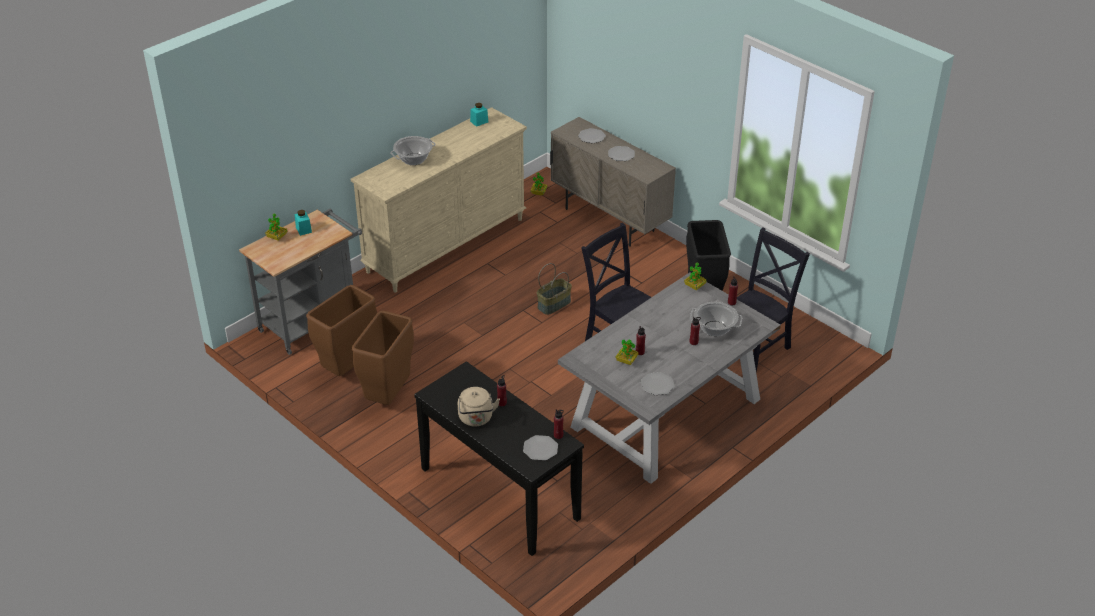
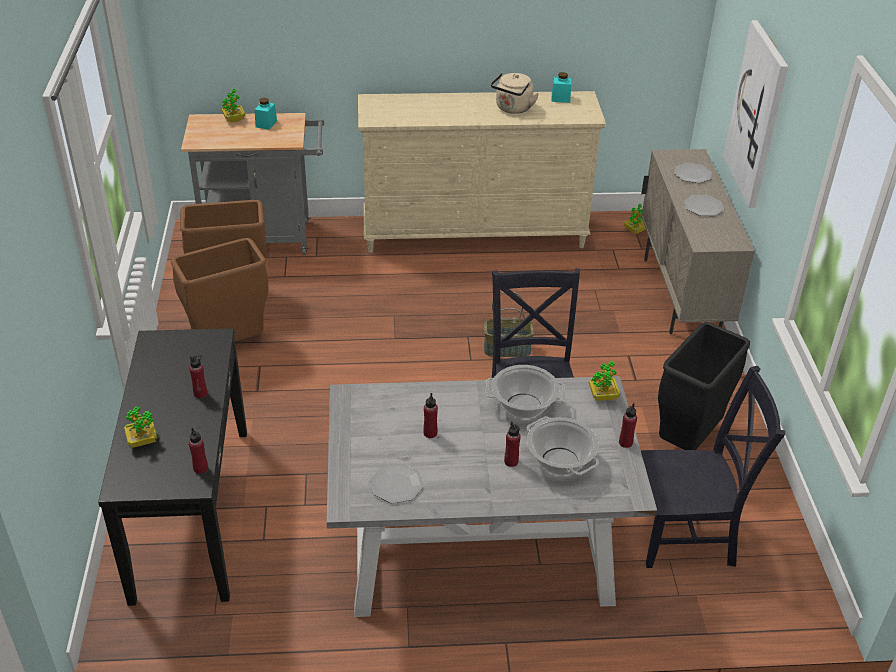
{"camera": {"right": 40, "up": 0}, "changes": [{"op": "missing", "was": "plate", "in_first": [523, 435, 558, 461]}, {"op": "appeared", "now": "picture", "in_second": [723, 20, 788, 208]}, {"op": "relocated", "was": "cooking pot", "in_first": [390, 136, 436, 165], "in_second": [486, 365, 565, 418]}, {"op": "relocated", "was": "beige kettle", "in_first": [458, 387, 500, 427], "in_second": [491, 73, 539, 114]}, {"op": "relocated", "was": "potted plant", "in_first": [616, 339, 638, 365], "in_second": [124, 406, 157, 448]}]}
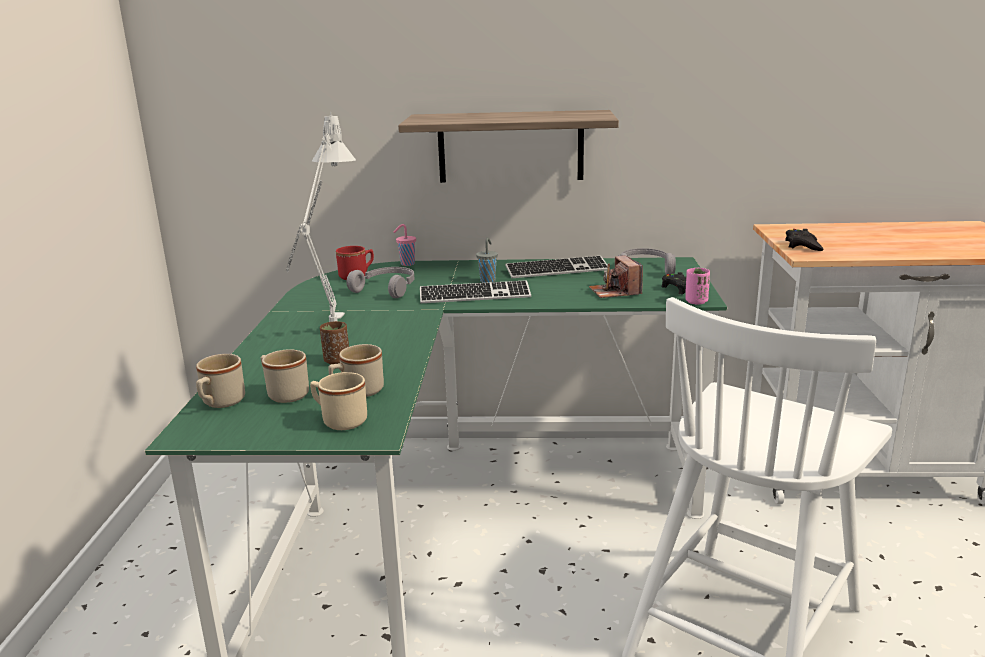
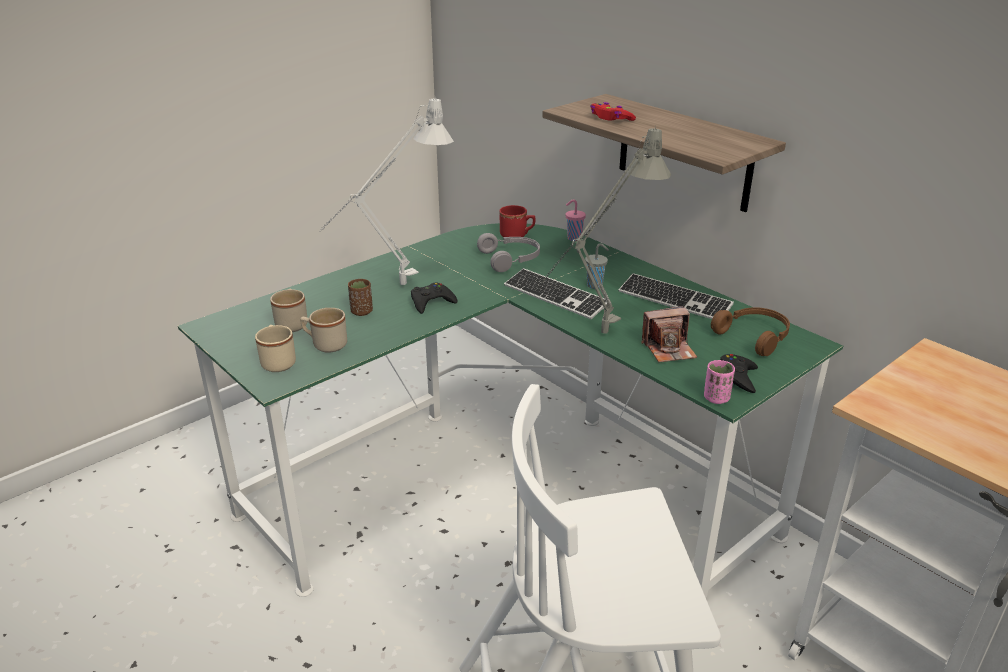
{"camera": {"right": 45, "up": 10}, "changes": [{"op": "missing", "was": "beige mug", "in_first": [196, 354, 245, 408]}, {"op": "appeared", "now": "grey table lamp", "in_second": [542, 126, 671, 333]}, {"op": "appeared", "now": "red game controller", "in_second": [590, 102, 636, 121]}, {"op": "relocated", "was": "black game controller", "in_first": [785, 229, 824, 251], "in_second": [411, 283, 457, 314]}, {"op": "colour", "was": "grey headphones", "now": "brown headphones", "in_first": [618, 248, 676, 275], "in_second": [711, 307, 790, 356]}, {"op": "spun", "was": "photo camera", "in_first": [589, 255, 643, 298], "in_second": [641, 306, 697, 362], "clockwise": -135}]}
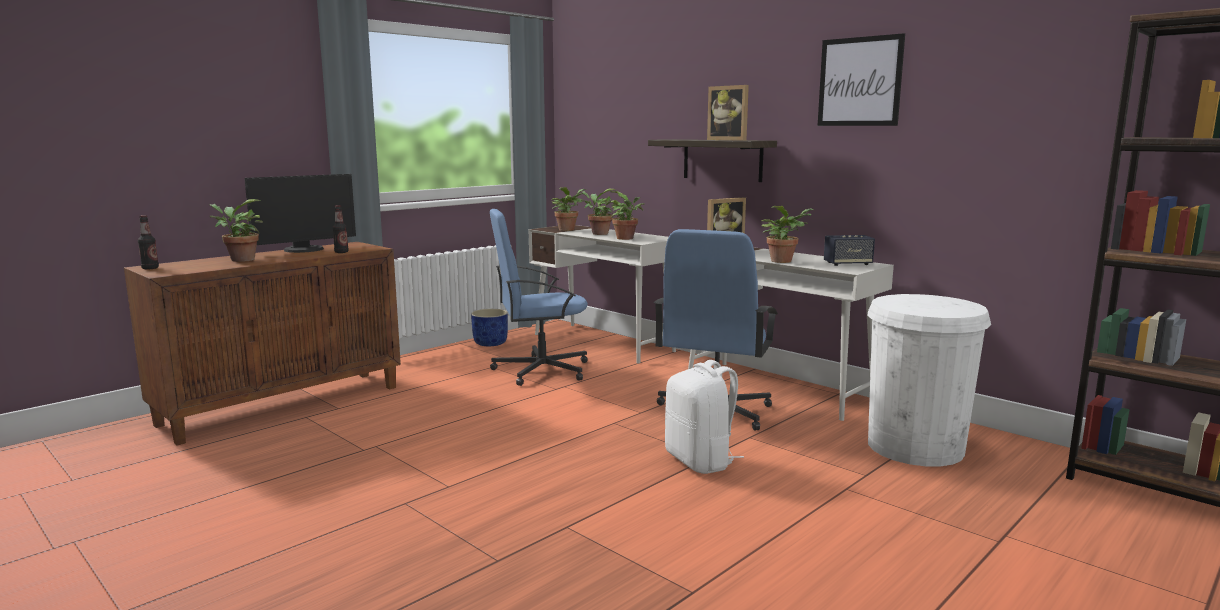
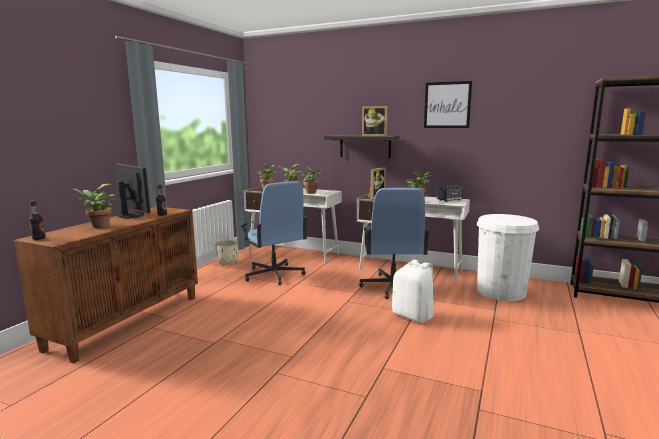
{"camera": {"right": -20, "up": 0}, "changes": [{"op": "colour", "was": "blue planter", "now": "beige planter", "in_first": [471, 309, 508, 346], "in_second": [215, 240, 238, 264]}, {"op": "spun", "was": "monitor", "in_first": [244, 174, 356, 253], "in_second": [115, 163, 150, 218], "clockwise": -75}, {"op": "spun", "was": "blue office chair", "in_first": [490, 209, 588, 386], "in_second": [241, 181, 307, 285], "clockwise": -90}]}
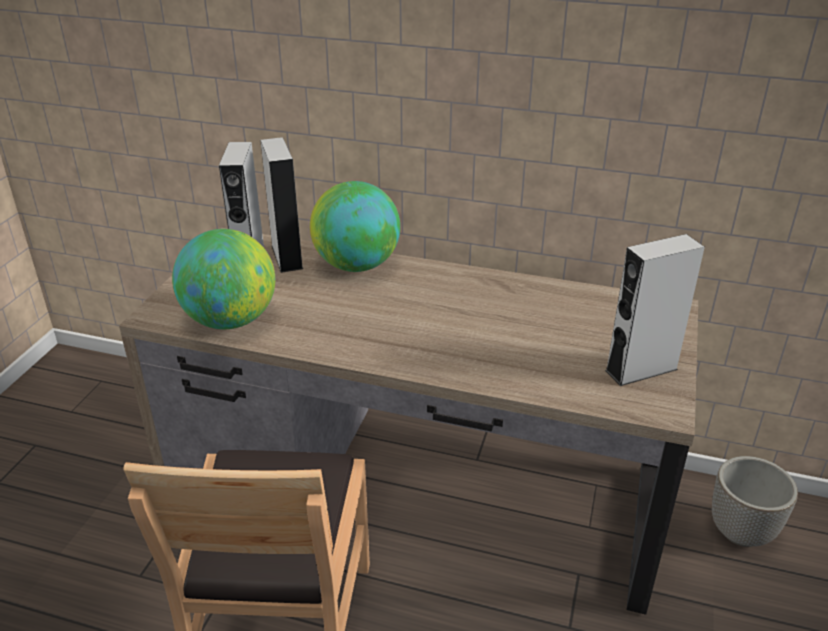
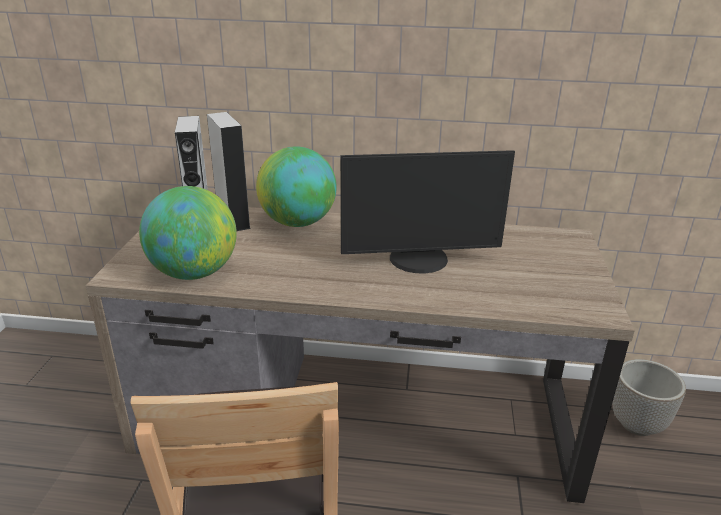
{"camera": {"right": -10, "up": -5}, "changes": [{"op": "missing", "was": "grey speaker", "in_first": [605, 234, 705, 386]}, {"op": "appeared", "now": "monitor", "in_second": [341, 150, 515, 274]}]}
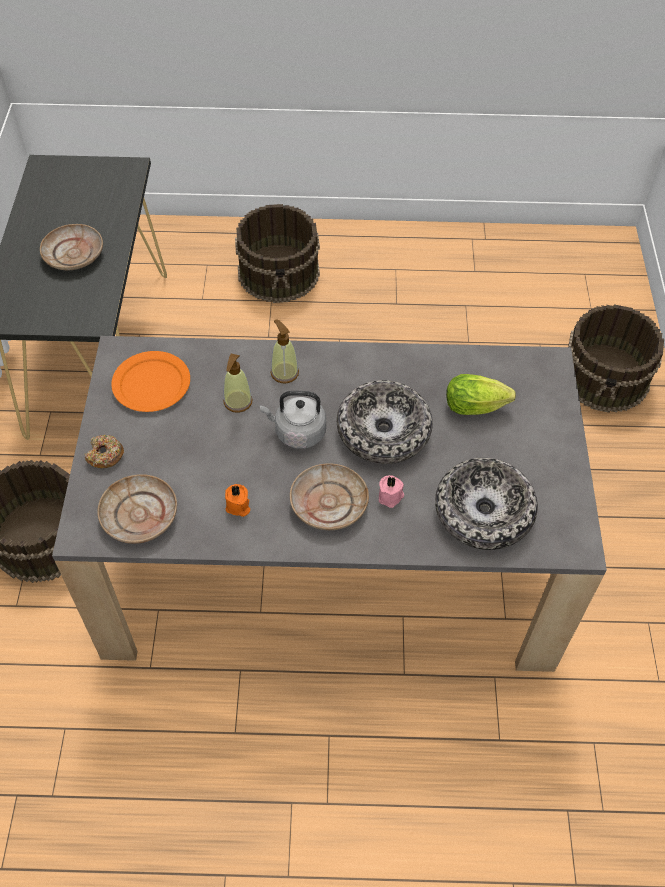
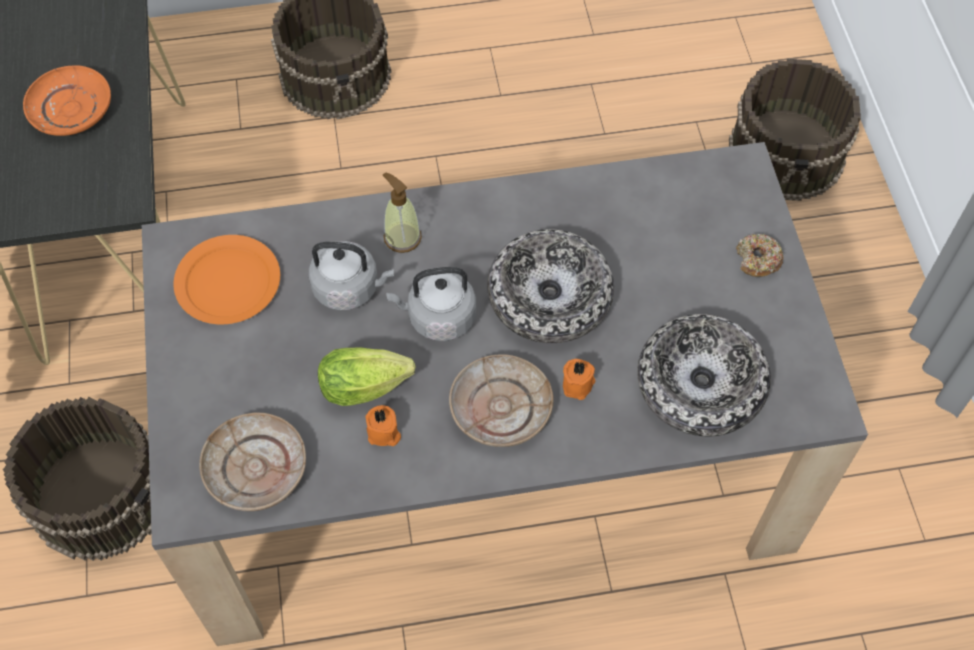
{"camera": {"right": -10, "up": 5}, "changes": [{"op": "relocated", "was": "donut", "in_first": [85, 435, 124, 468], "in_second": [736, 234, 783, 277]}, {"op": "relocated", "was": "lettuce", "in_first": [446, 374, 516, 415], "in_second": [318, 348, 416, 406]}, {"op": "exchanged", "was": "soap dispenser", "now": "grey kettle", "in_first": [223, 354, 253, 413], "in_second": [309, 241, 394, 311]}, {"op": "colour", "was": "beige plate", "now": "orange plate", "in_first": [40, 224, 103, 271], "in_second": [23, 65, 111, 136]}, {"op": "colour", "was": "pink candle", "now": "orange candle", "in_first": [379, 475, 404, 508], "in_second": [563, 359, 596, 400]}]}
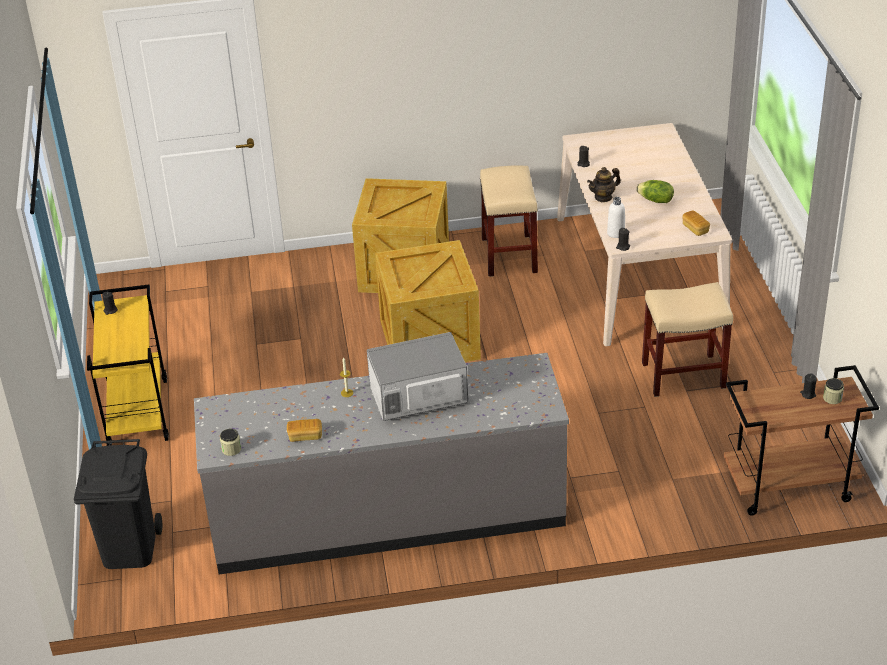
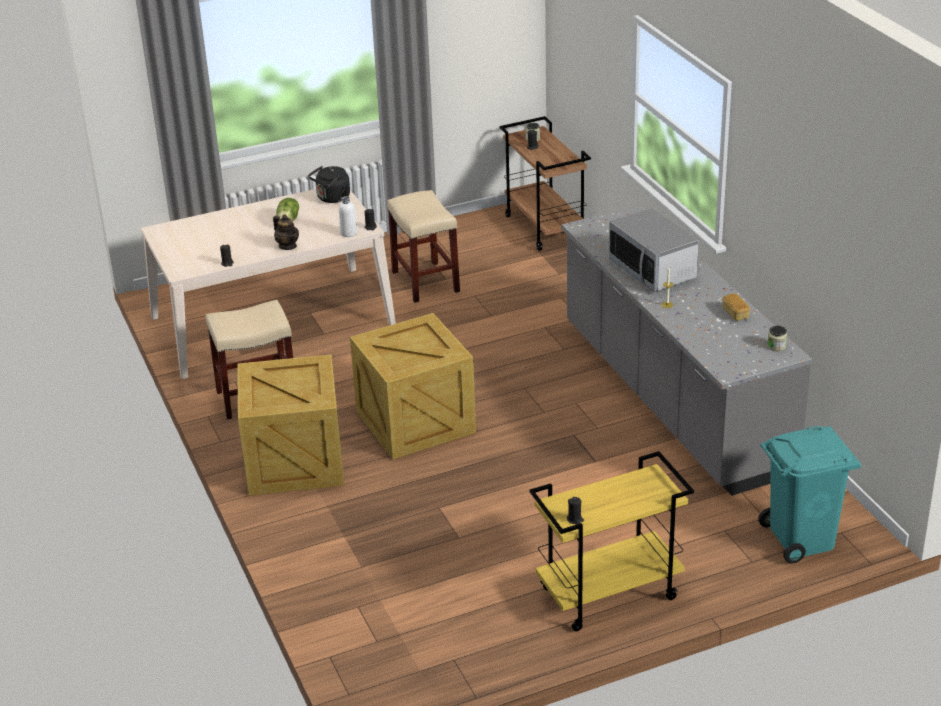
{"camera": {"right": -105, "up": -5}, "changes": [{"op": "exchanged", "was": "bread", "now": "black kettle", "in_first": [683, 210, 710, 236], "in_second": [308, 166, 350, 203]}, {"op": "colour", "was": "black trash can", "now": "turquoise trash can", "in_first": [74, 439, 162, 569], "in_second": [758, 426, 862, 563]}]}
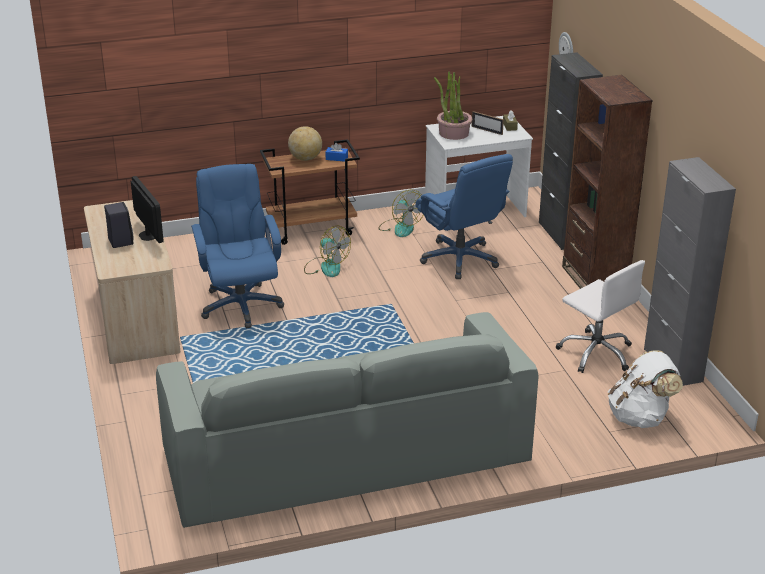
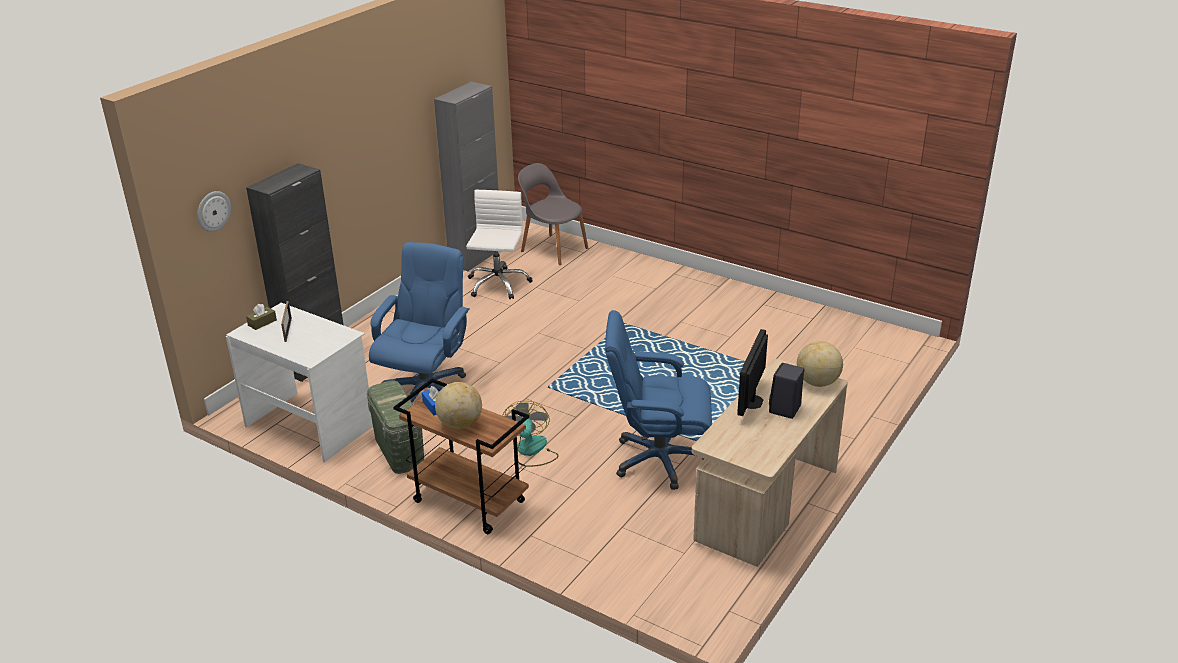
{"camera": {"right": -130, "up": 0}, "changes": [{"op": "missing", "was": "grey sofa", "in_first": [156, 312, 539, 528]}, {"op": "missing", "was": "potted plant", "in_first": [434, 72, 473, 140]}, {"op": "missing", "was": "brown bookcase", "in_first": [562, 75, 653, 289]}, {"op": "appeared", "now": "globe", "in_second": [797, 341, 843, 387]}, {"op": "exchanged", "was": "fan", "now": "green storage box", "in_first": [378, 189, 424, 237], "in_second": [367, 380, 424, 474]}, {"op": "exchanged", "was": "white backpack", "now": "grey chair", "in_first": [608, 350, 683, 428], "in_second": [518, 163, 588, 265]}, {"op": "spun", "was": "blue office chair", "in_first": [191, 164, 284, 328], "in_second": [605, 310, 712, 490], "clockwise": 60}]}
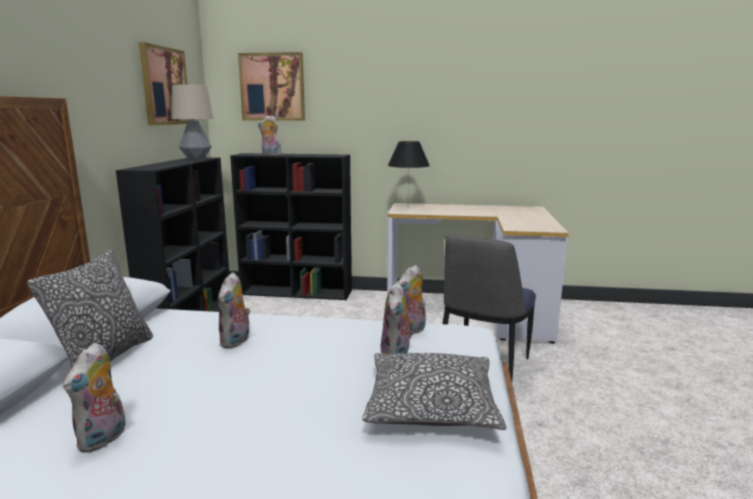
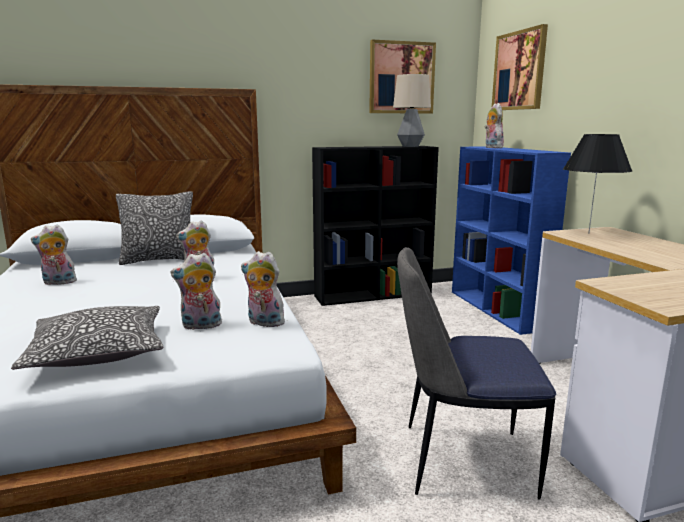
{"camera": {"right": 65, "up": 0}, "changes": [{"op": "colour", "was": "black bookcase", "now": "blue bookcase", "in_first": [230, 153, 352, 300], "in_second": [452, 146, 571, 335]}]}
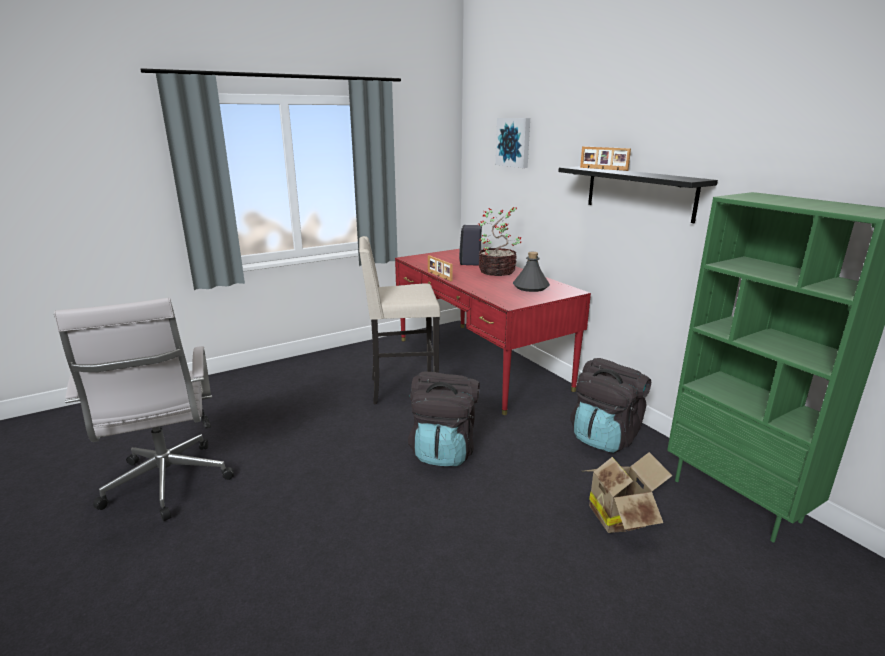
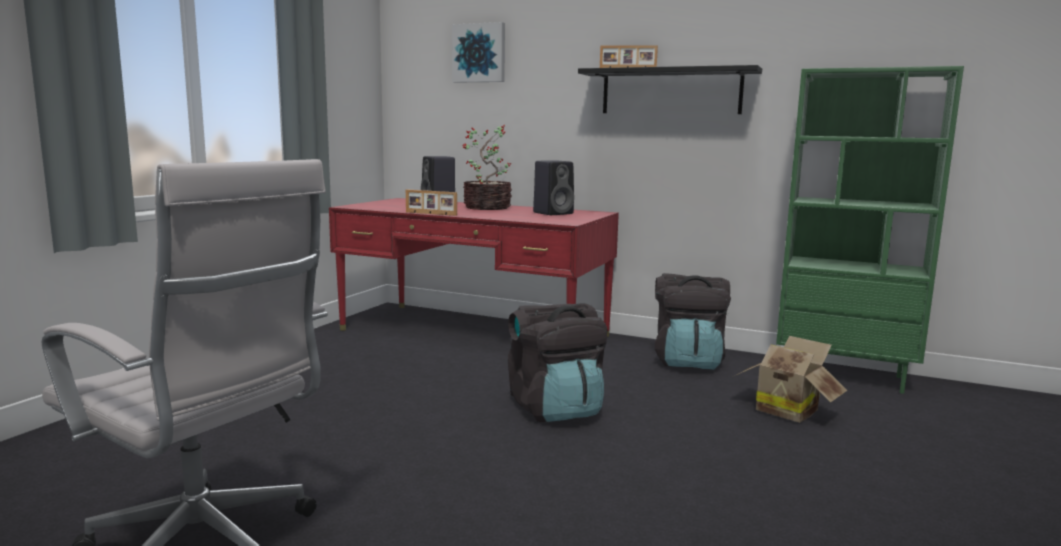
{"camera": {"right": -35, "up": -10}, "changes": [{"op": "missing", "was": "beige stool", "in_first": [359, 236, 440, 404]}, {"op": "exchanged", "was": "grey bottle", "now": "black speaker", "in_first": [513, 252, 550, 292], "in_second": [533, 160, 574, 215]}]}
